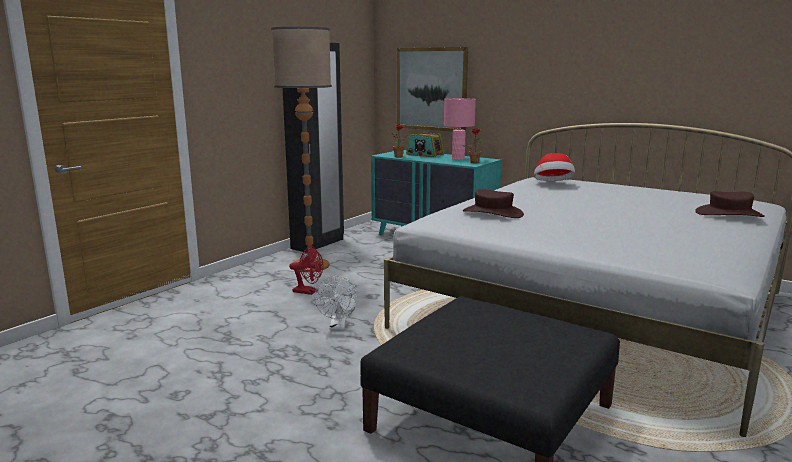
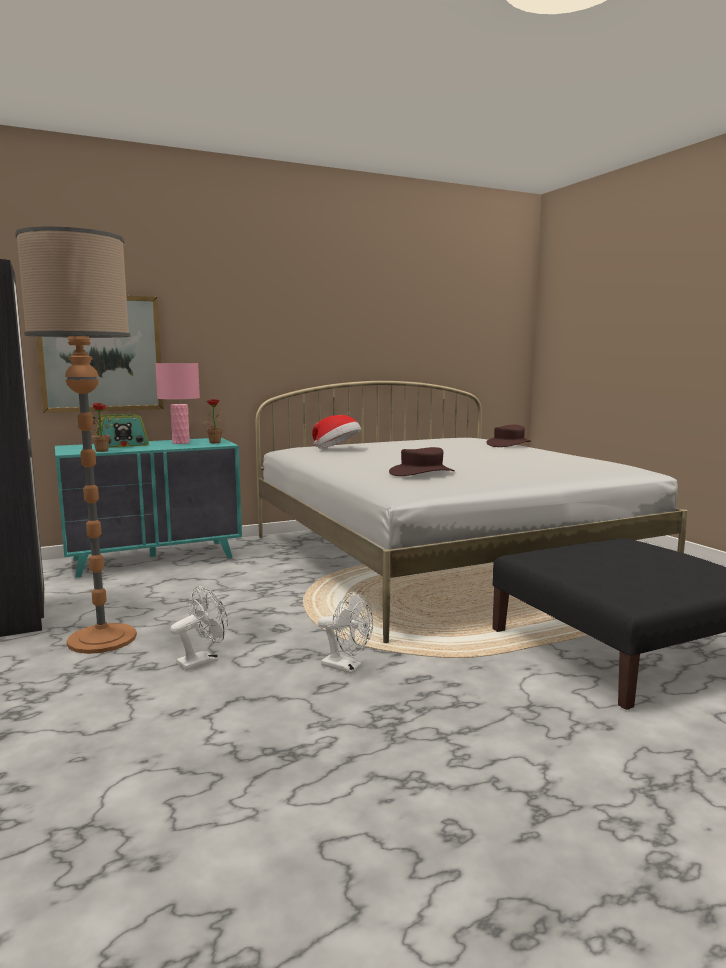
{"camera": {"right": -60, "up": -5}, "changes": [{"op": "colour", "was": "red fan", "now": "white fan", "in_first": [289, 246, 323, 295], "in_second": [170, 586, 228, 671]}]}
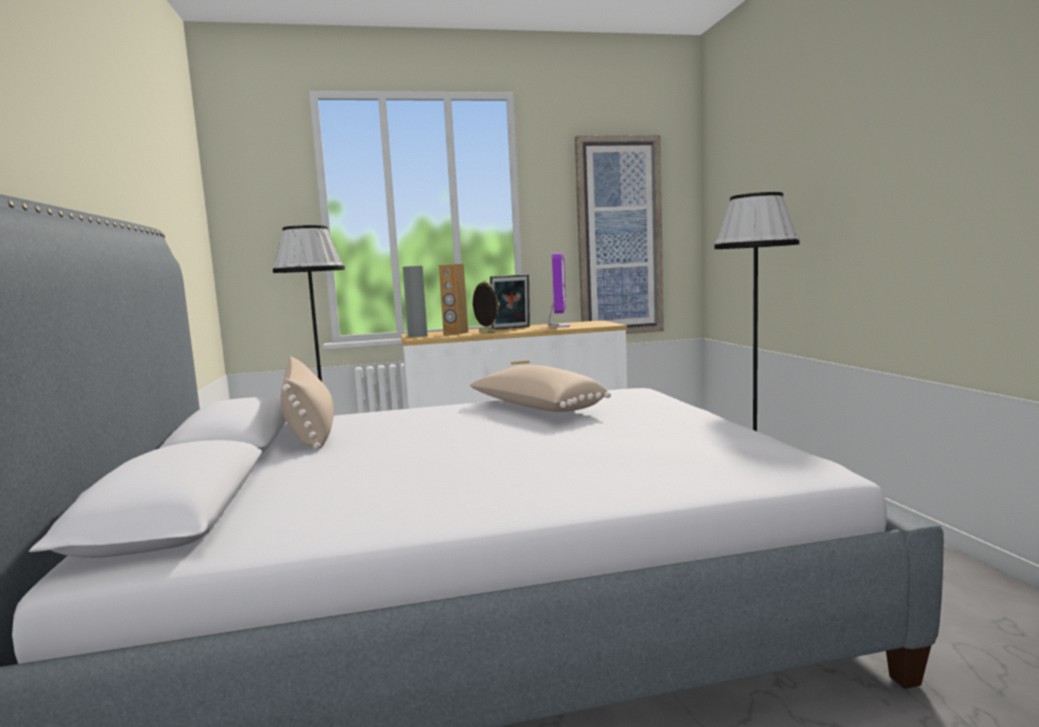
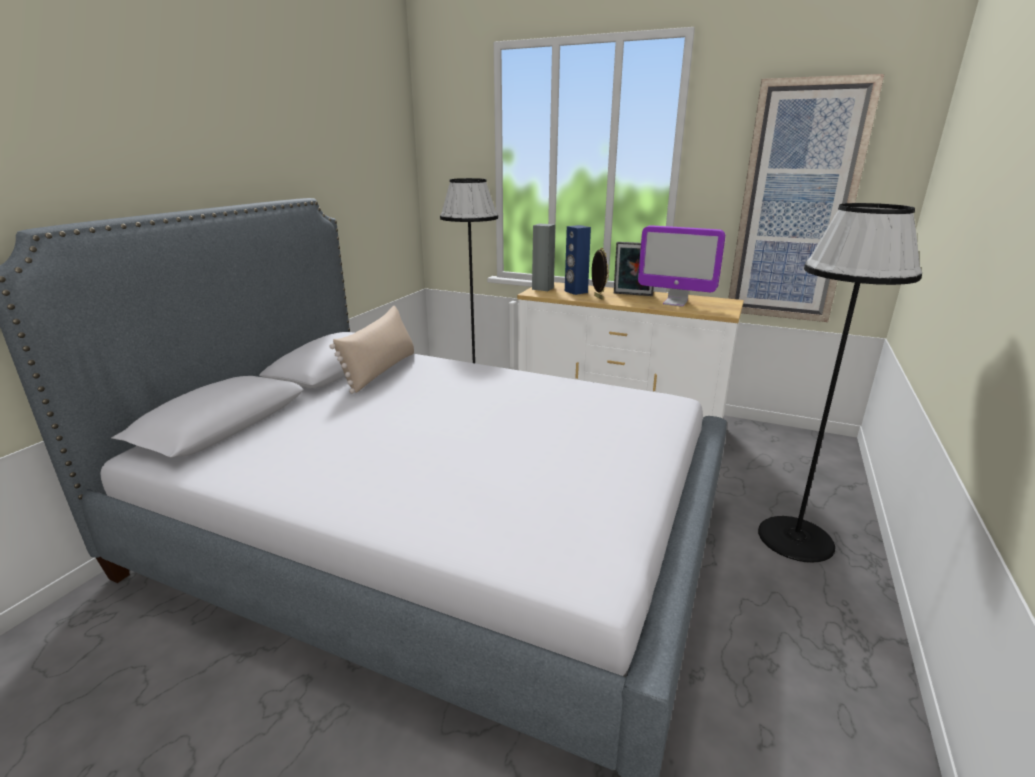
{"camera": {"right": 35, "up": 15}, "changes": [{"op": "missing", "was": "beige pillow", "in_first": [470, 365, 611, 412]}, {"op": "colour", "was": "brown speaker", "now": "blue speaker", "in_first": [439, 264, 468, 334], "in_second": [565, 225, 591, 295]}, {"op": "spun", "was": "monitor", "in_first": [547, 253, 570, 328], "in_second": [638, 225, 725, 307], "clockwise": 75}]}
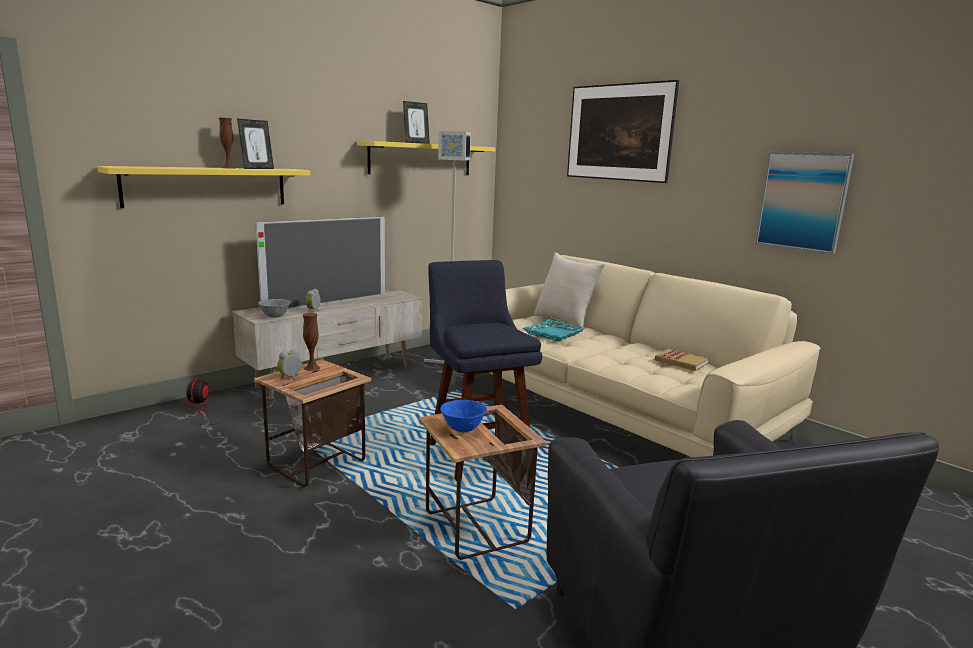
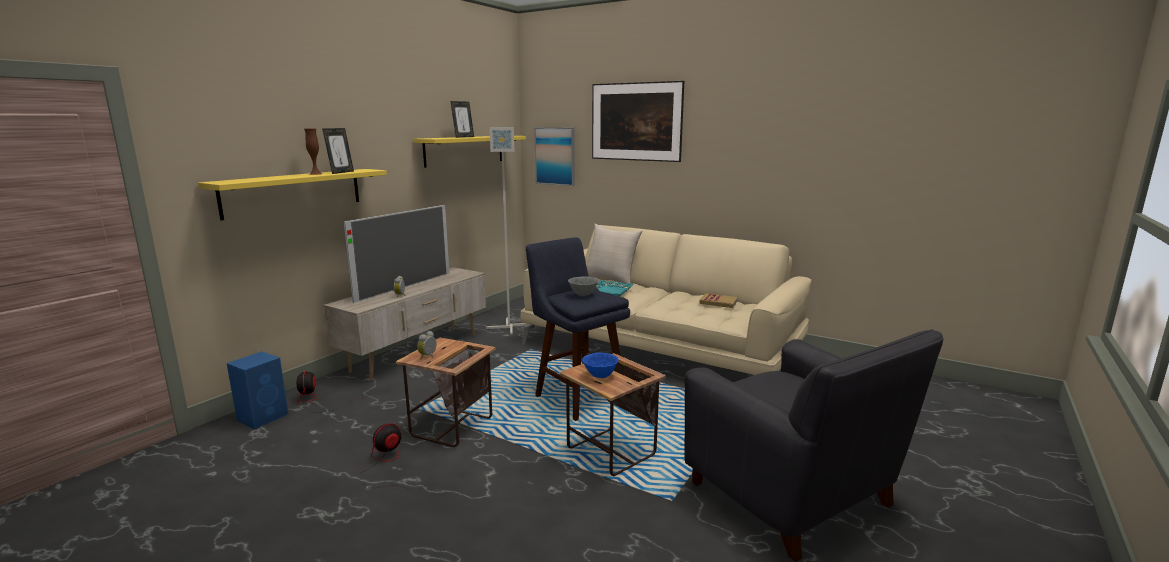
{"camera": {"right": -15, "up": 0}, "changes": [{"op": "missing", "was": "brown vase", "in_first": [303, 313, 320, 371]}, {"op": "appeared", "now": "blue speaker", "in_second": [227, 351, 288, 429]}, {"op": "appeared", "now": "fan", "in_second": [357, 424, 410, 491]}, {"op": "relocated", "was": "grey bowl", "in_first": [258, 299, 291, 318], "in_second": [568, 276, 599, 296]}, {"op": "relocated", "was": "picture", "in_first": [755, 152, 854, 254], "in_second": [534, 127, 575, 186]}]}
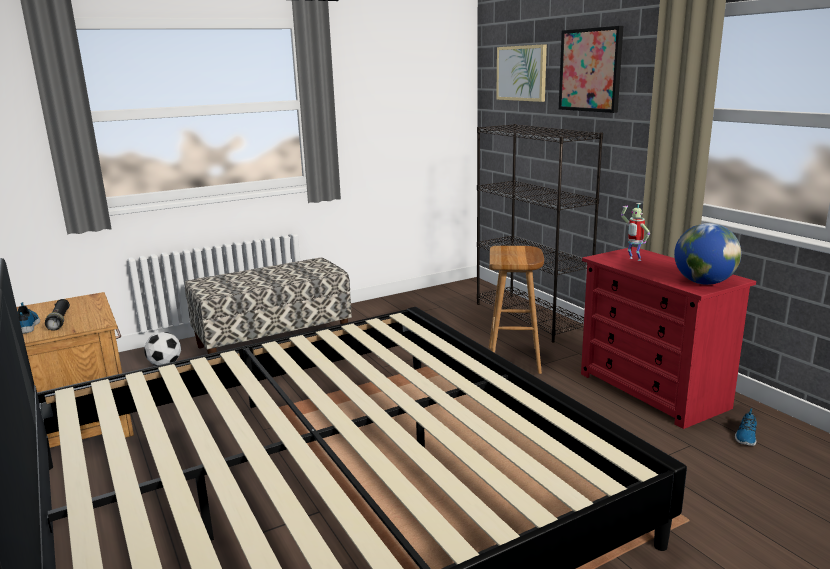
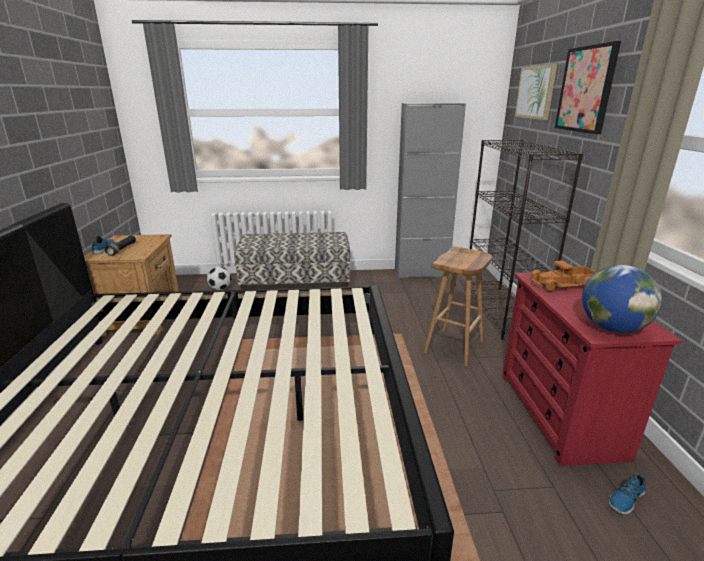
{"camera": {"right": 25, "up": 5}, "changes": [{"op": "appeared", "now": "grey cabinet", "in_second": [395, 103, 466, 278]}, {"op": "exchanged", "was": "toy robot", "now": "toy truck", "in_first": [621, 203, 650, 261], "in_second": [531, 260, 596, 291]}]}
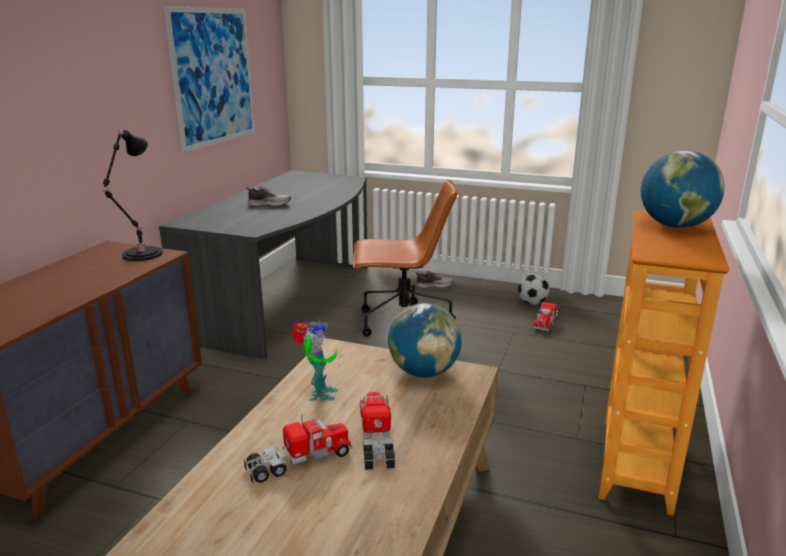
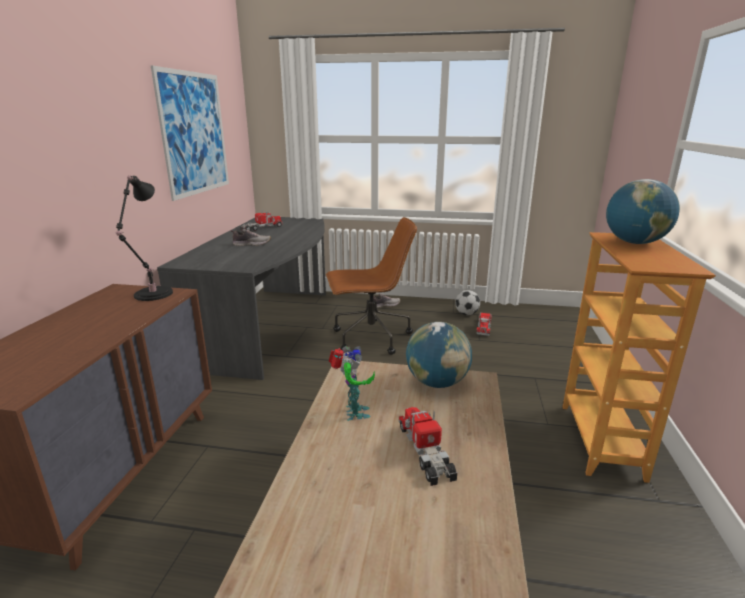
{"camera": {"right": -10, "up": 0}, "changes": [{"op": "relocated", "was": "toy truck", "in_first": [243, 413, 353, 483], "in_second": [240, 211, 283, 231]}]}
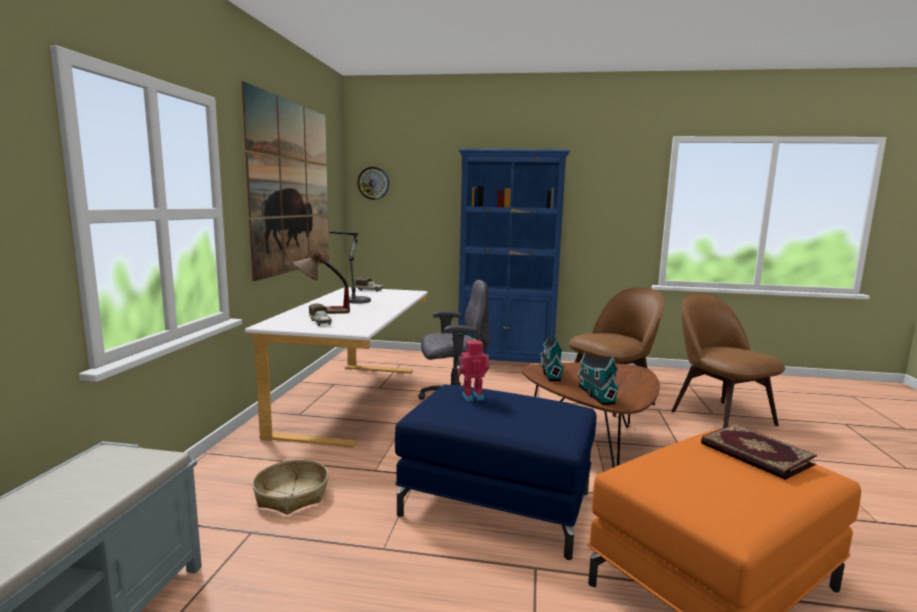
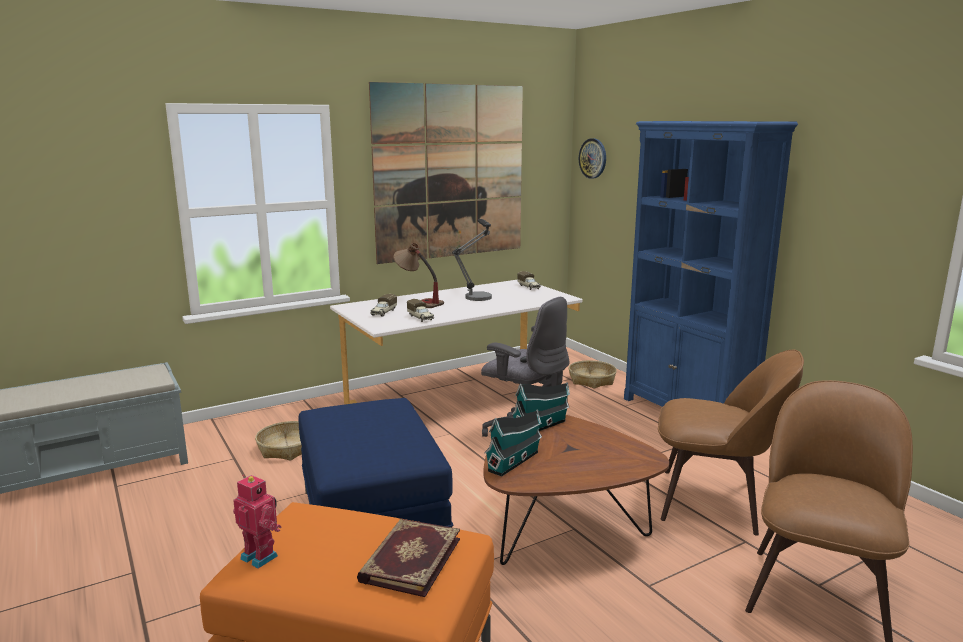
{"camera": {"right": 50, "up": 5}, "changes": [{"op": "appeared", "now": "toy truck", "in_second": [407, 299, 434, 322]}, {"op": "appeared", "now": "basket", "in_second": [569, 360, 617, 389]}, {"op": "relocated", "was": "toy robot", "in_first": [457, 339, 490, 401], "in_second": [233, 475, 281, 569]}]}
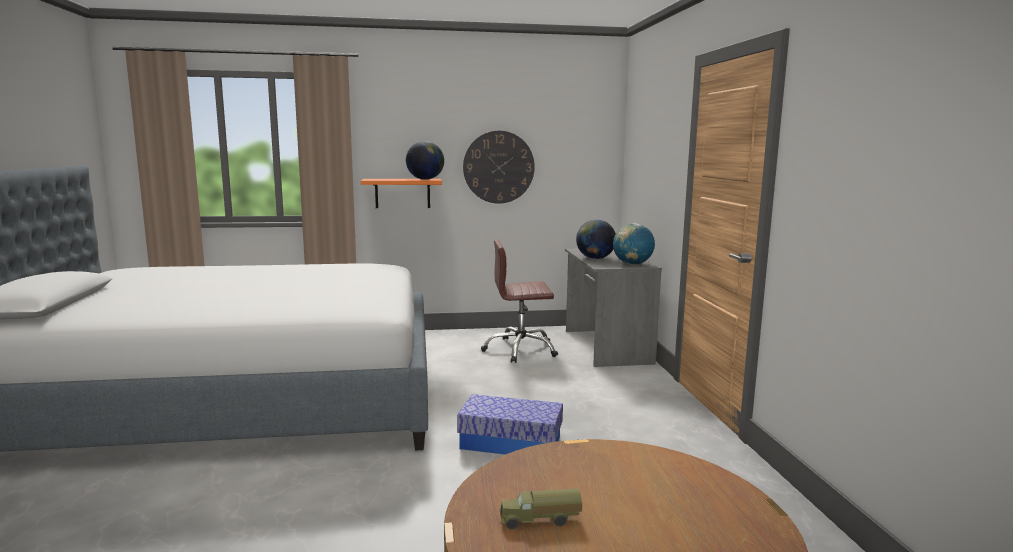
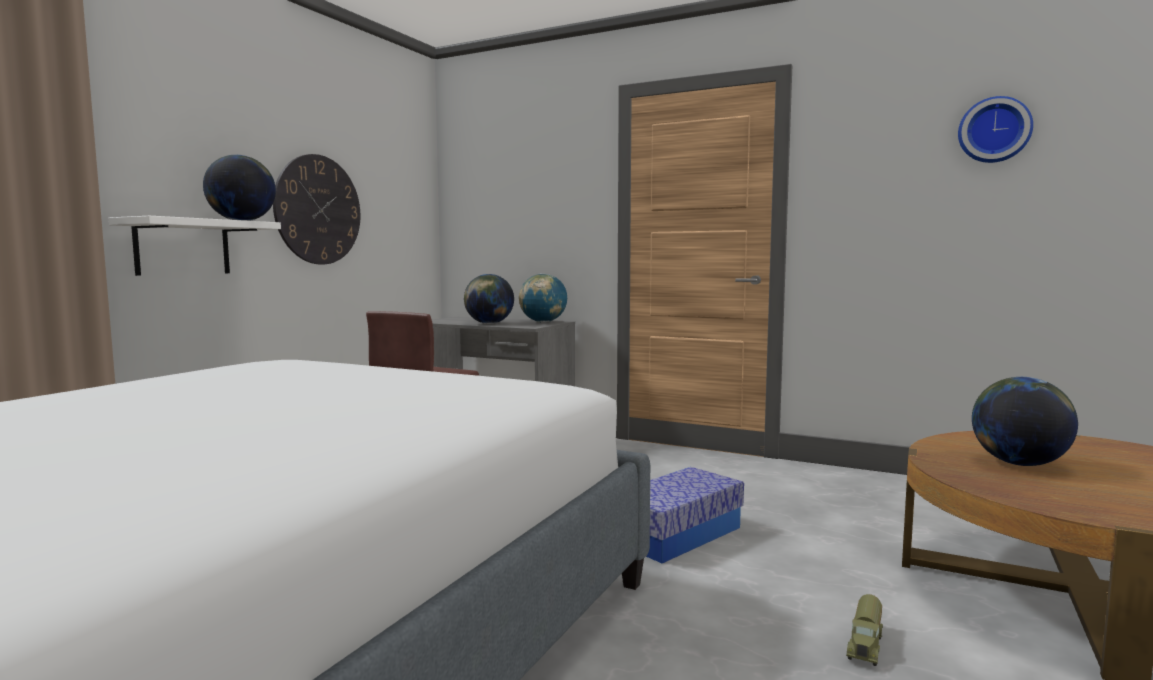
{"camera": {"right": -55, "up": -5}, "changes": [{"op": "appeared", "now": "wall clock", "in_second": [958, 96, 1033, 163]}, {"op": "appeared", "now": "globe", "in_second": [972, 377, 1078, 466]}, {"op": "relocated", "was": "toy truck", "in_first": [499, 488, 582, 529], "in_second": [846, 594, 883, 666]}, {"op": "colour", "was": "orange shelf", "now": "white shelf", "in_first": [361, 179, 442, 208], "in_second": [109, 216, 281, 276]}]}
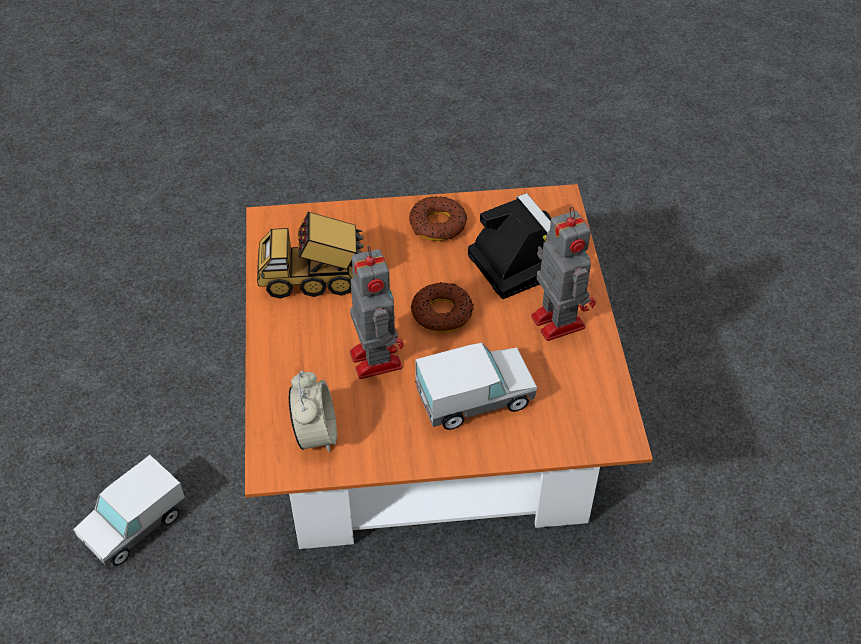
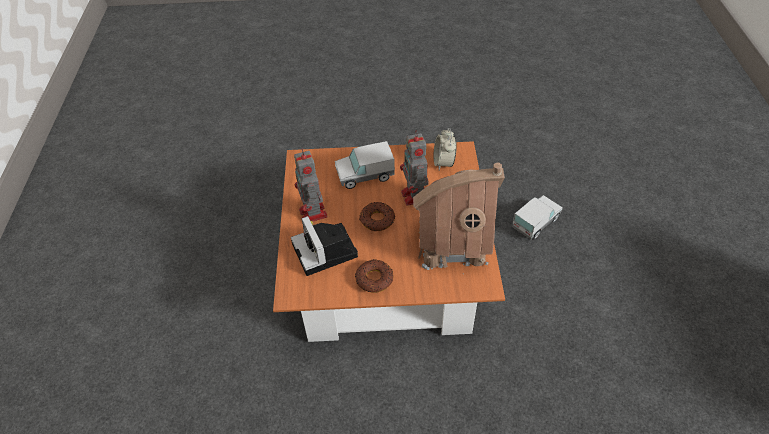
{"camera": {"right": -175, "up": 0}, "changes": [{"op": "exchanged", "was": "toy truck", "now": "toy house", "in_first": [257, 212, 364, 299], "in_second": [413, 163, 505, 270]}]}
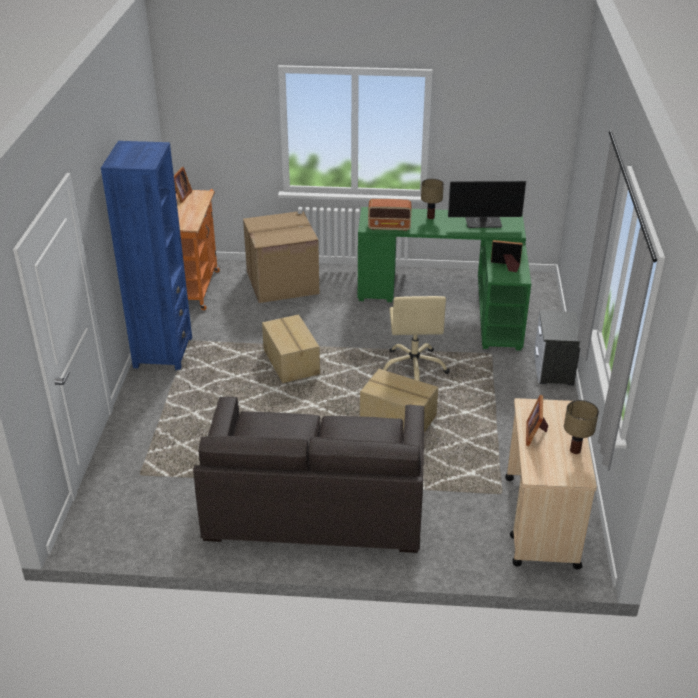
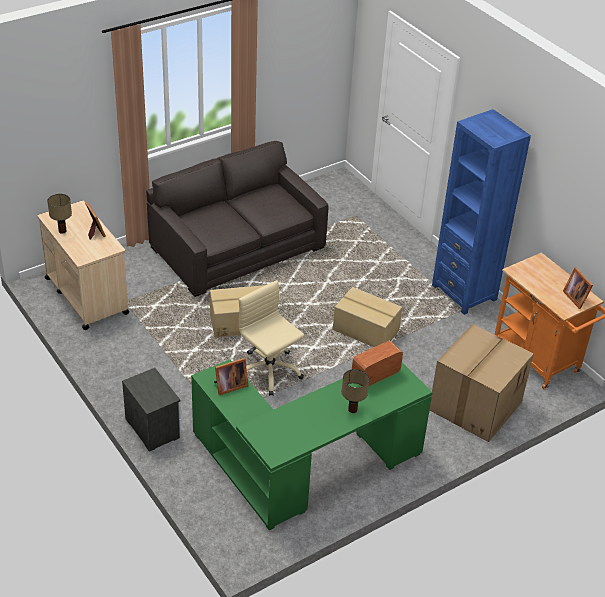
{"camera": {"right": 140, "up": 5}, "changes": [{"op": "missing", "was": "monitor", "in_first": [448, 181, 526, 228]}]}
